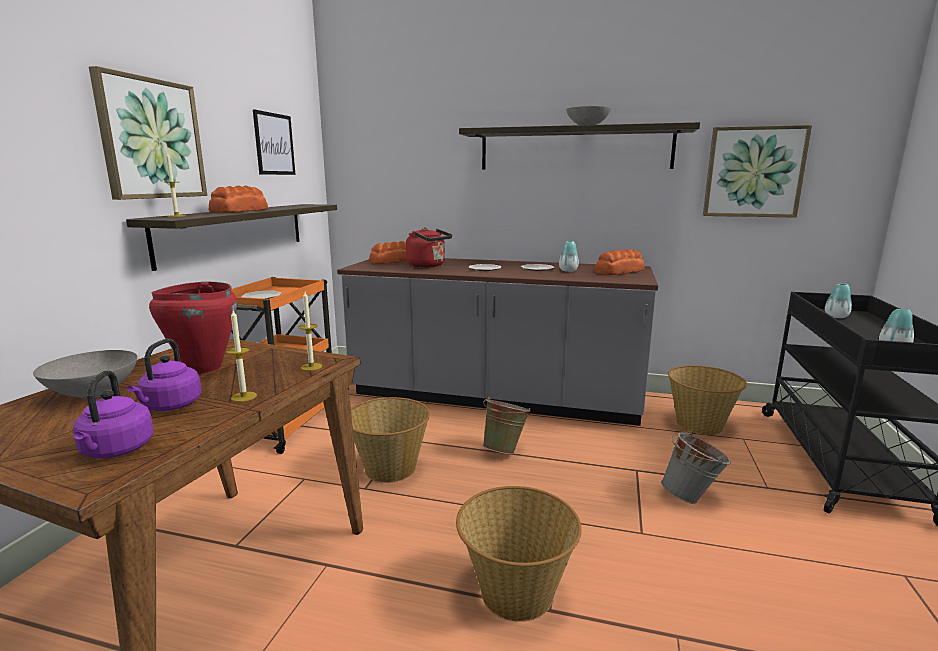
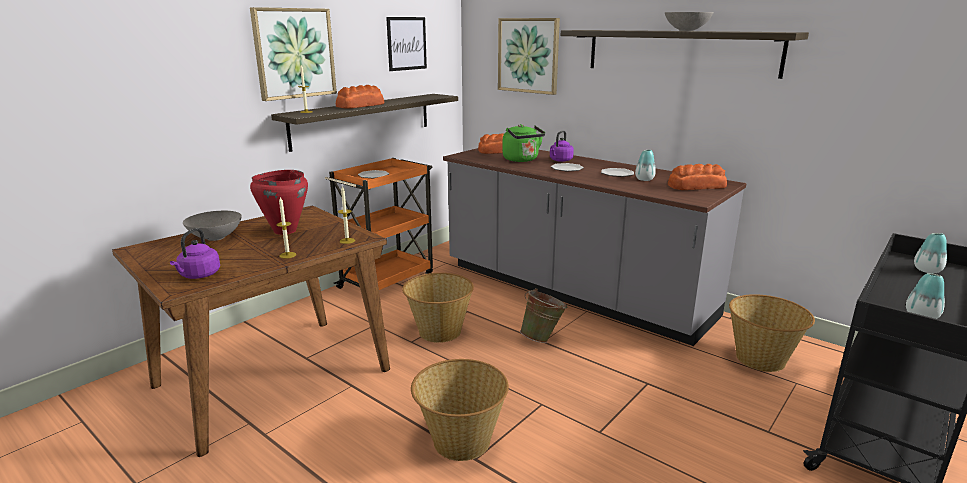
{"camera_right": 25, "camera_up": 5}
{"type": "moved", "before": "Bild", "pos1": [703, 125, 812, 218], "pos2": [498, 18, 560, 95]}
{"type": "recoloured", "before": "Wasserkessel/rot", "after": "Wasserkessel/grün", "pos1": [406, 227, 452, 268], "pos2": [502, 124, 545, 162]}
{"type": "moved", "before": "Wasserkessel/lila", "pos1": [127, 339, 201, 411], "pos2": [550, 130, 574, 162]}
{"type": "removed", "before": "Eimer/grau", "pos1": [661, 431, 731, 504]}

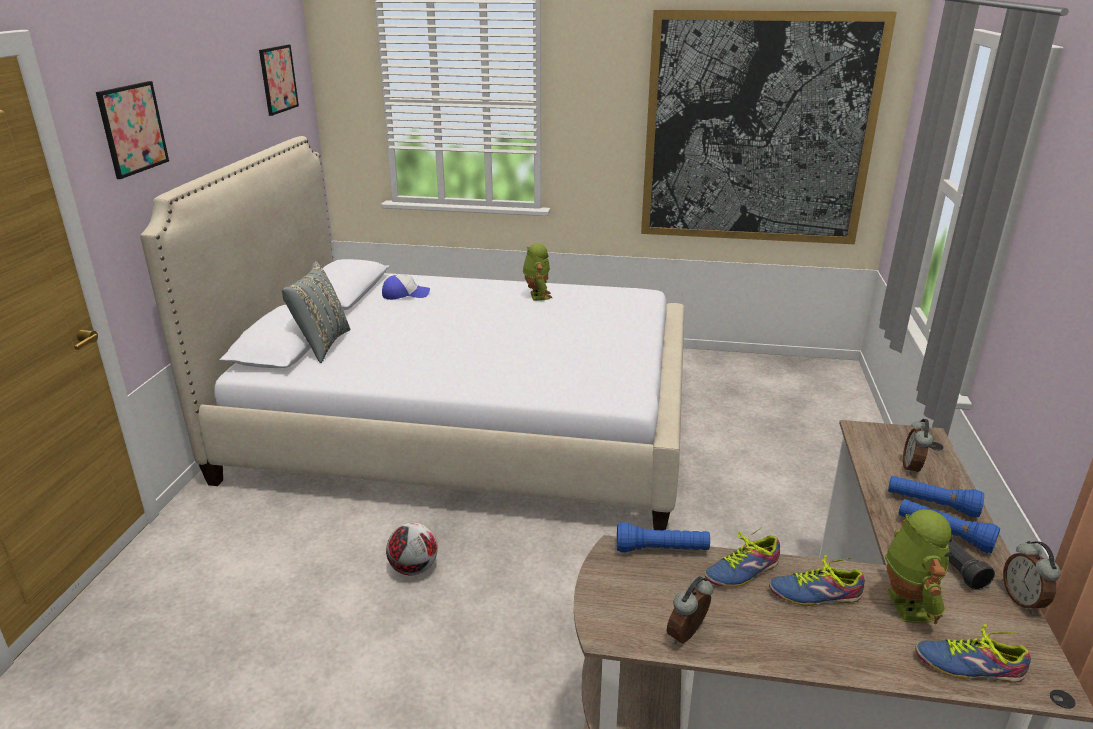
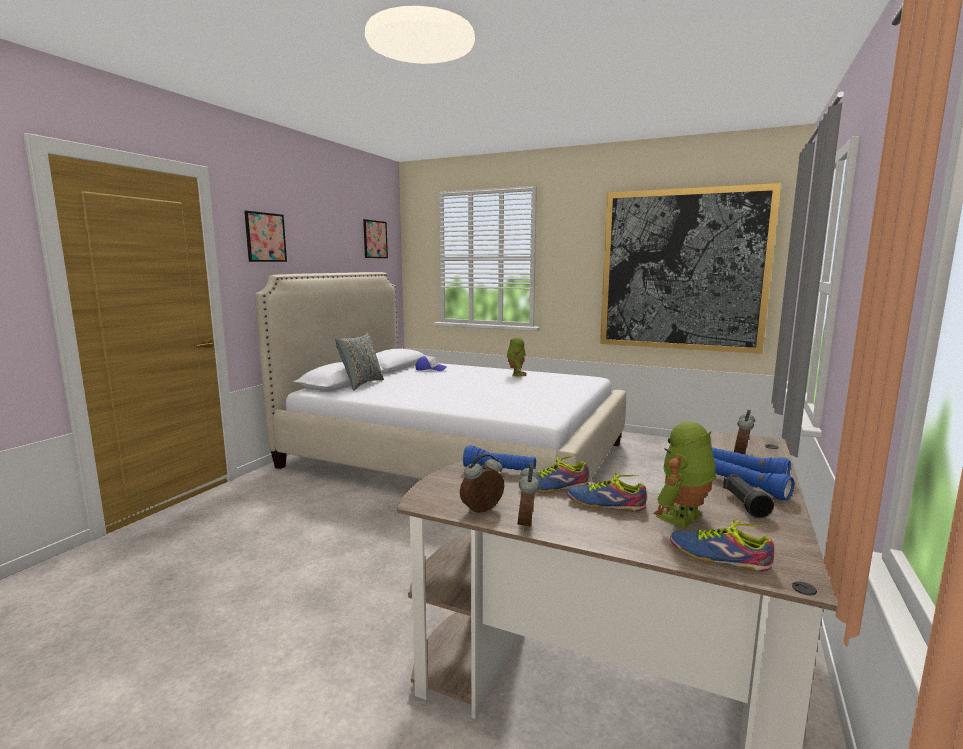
{"camera_right": 15, "camera_up": -15}
{"type": "turned", "before": "Spielzeugroboter", "pos1": [885, 509, 954, 624], "pos2": [653, 421, 716, 528], "turn": -150}
{"type": "removed", "before": "Fußball", "pos1": [386, 523, 438, 575]}
{"type": "moved", "before": "Wecker", "pos1": [1003, 541, 1061, 613], "pos2": [517, 463, 540, 531]}

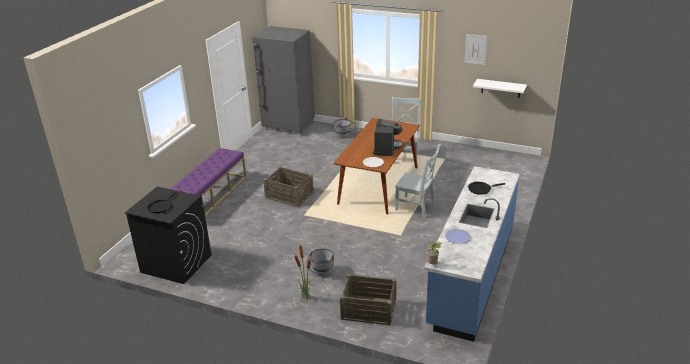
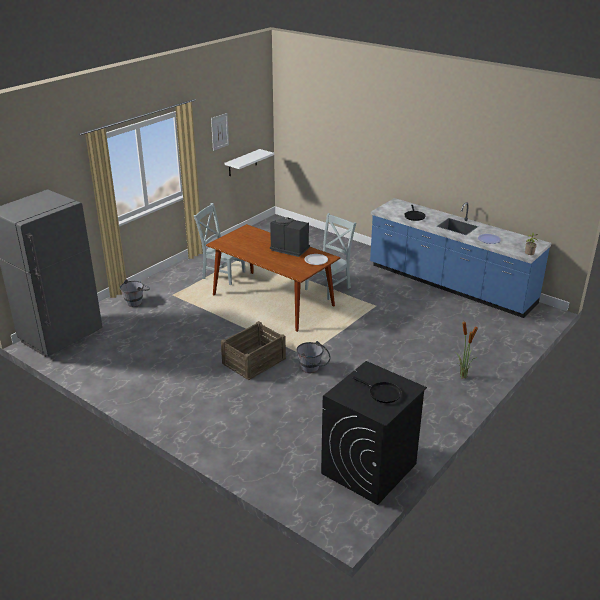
{"camera_right": -75, "camera_up": 0}
{"type": "removed", "before": "Bank/lila", "pos1": [170, 148, 247, 217]}
{"type": "moved", "before": "Eimer/grau", "pos1": [307, 248, 334, 277], "pos2": [296, 341, 330, 373]}
{"type": "removed", "before": "Kiste", "pos1": [340, 273, 397, 325]}

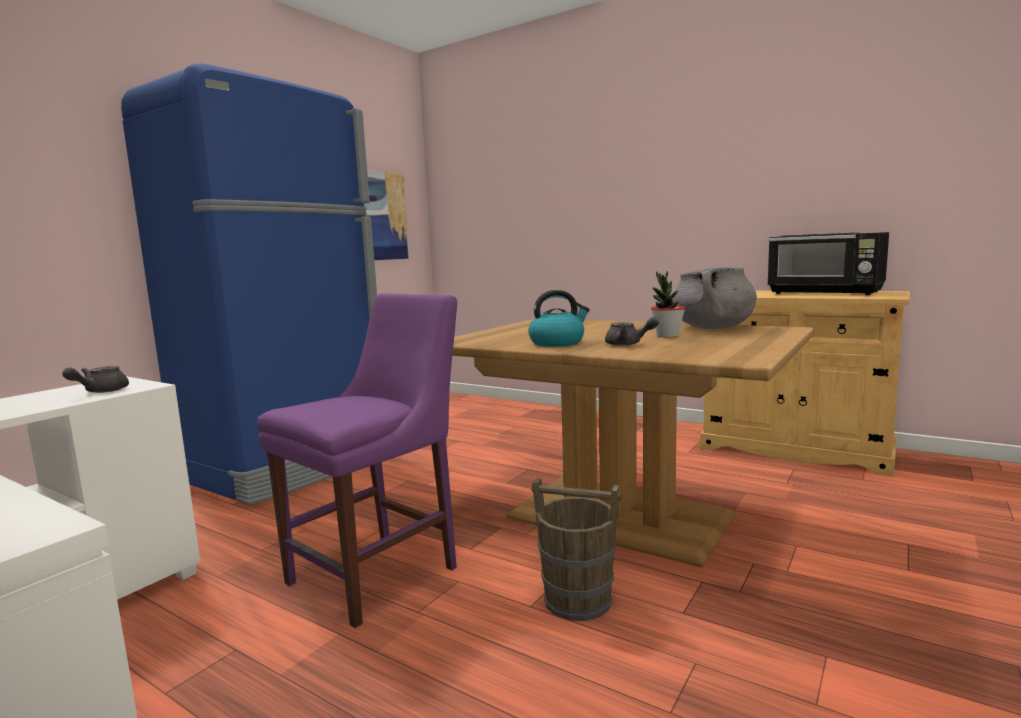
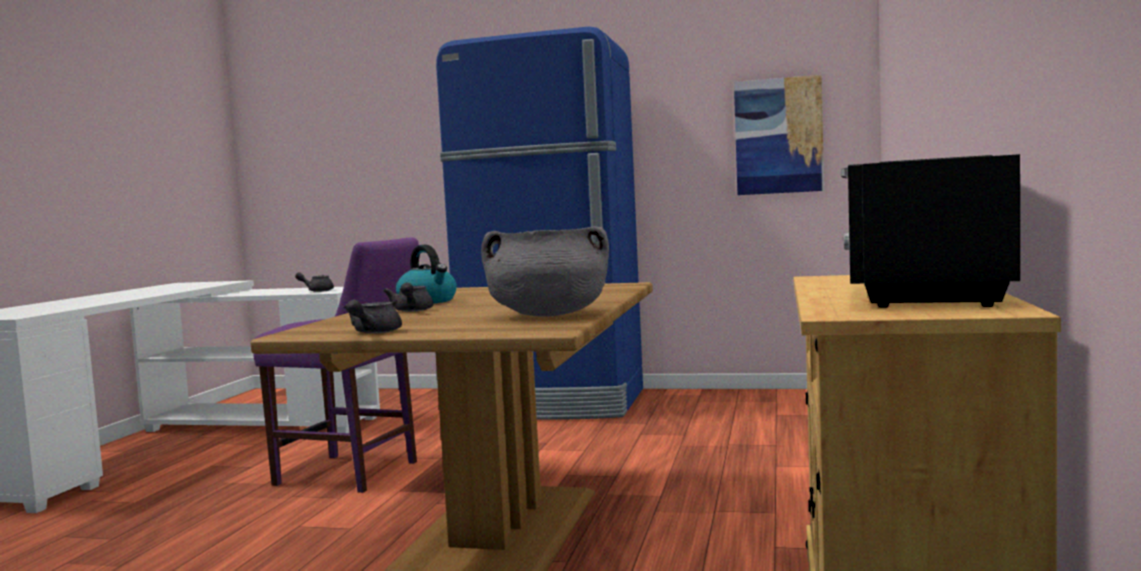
{"camera_right": 70, "camera_up": -5}
{"type": "removed", "before": "Topfpflanze", "pos1": [651, 271, 685, 337]}
{"type": "removed", "before": "Eimer/braun", "pos1": [531, 477, 621, 621]}
{"type": "added", "after": "Teekanne/grau", "pos2": [344, 299, 402, 334]}

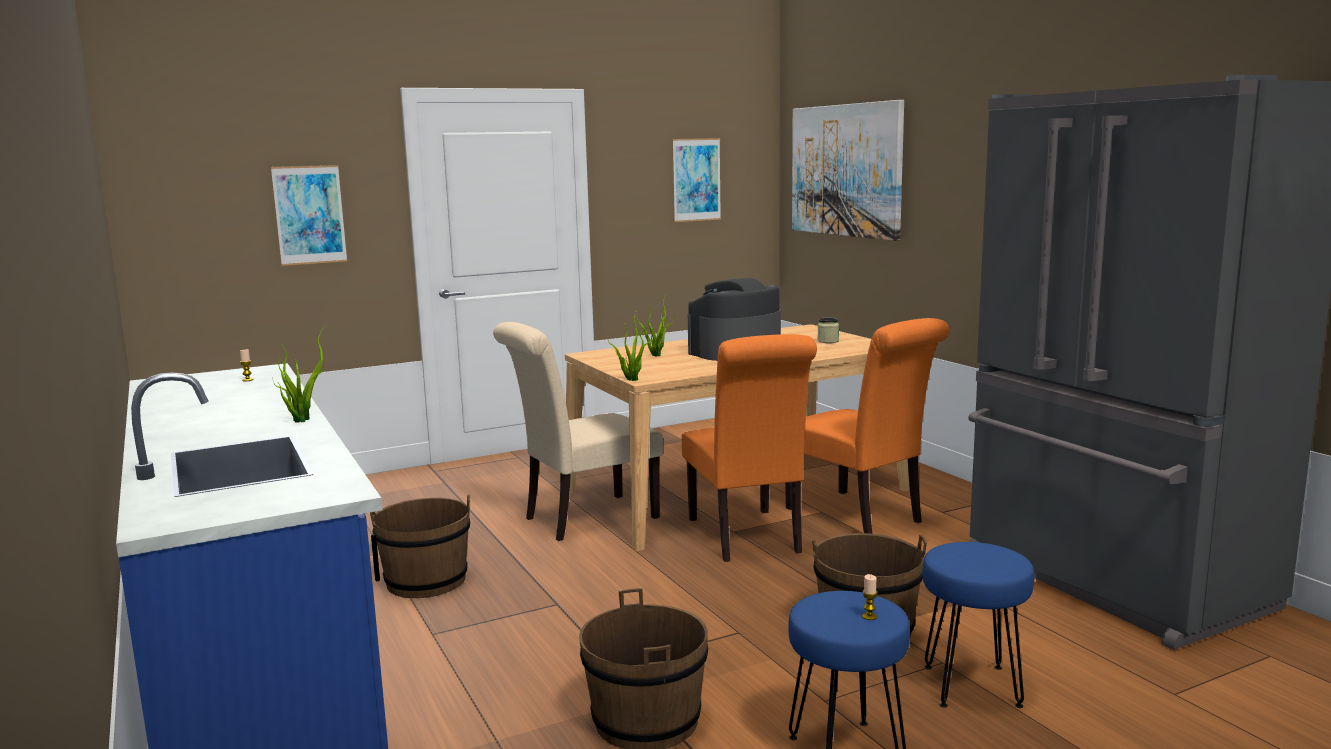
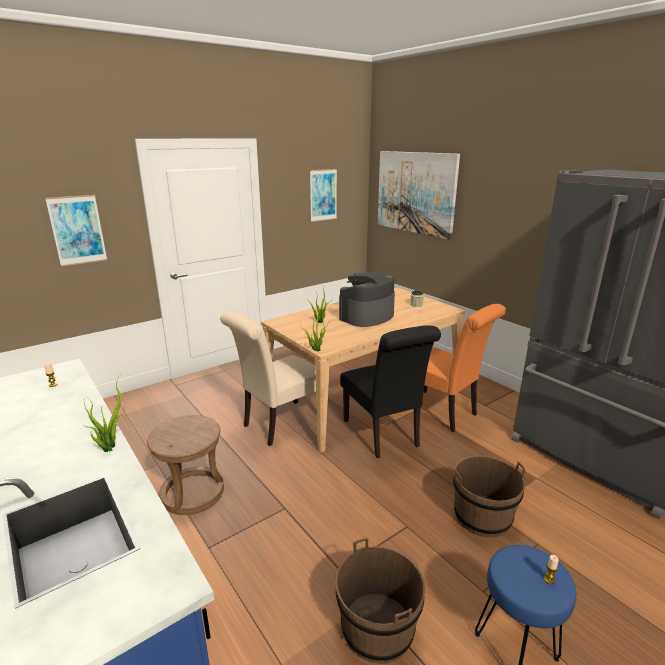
{"camera_right": -10, "camera_up": 10}
{"type": "recoloured", "before": "Stuhl/orange", "after": "Stuhl/schwarz", "pos1": [681, 334, 817, 562], "pos2": [340, 326, 441, 458]}
{"type": "replaced", "before": "Eimer/braun", "after": "Hocker/braun", "pos1": [370, 495, 470, 598], "pos2": [147, 415, 224, 515]}
{"type": "removed", "before": "Hocker/blau", "pos1": [923, 542, 1034, 708]}

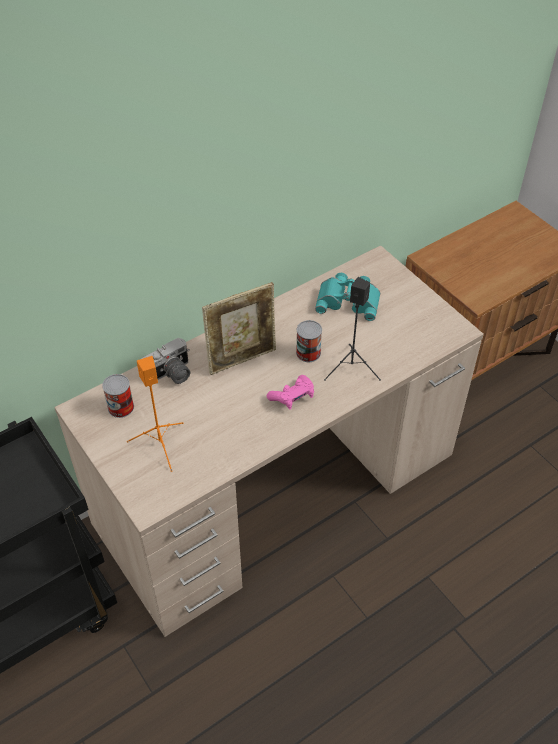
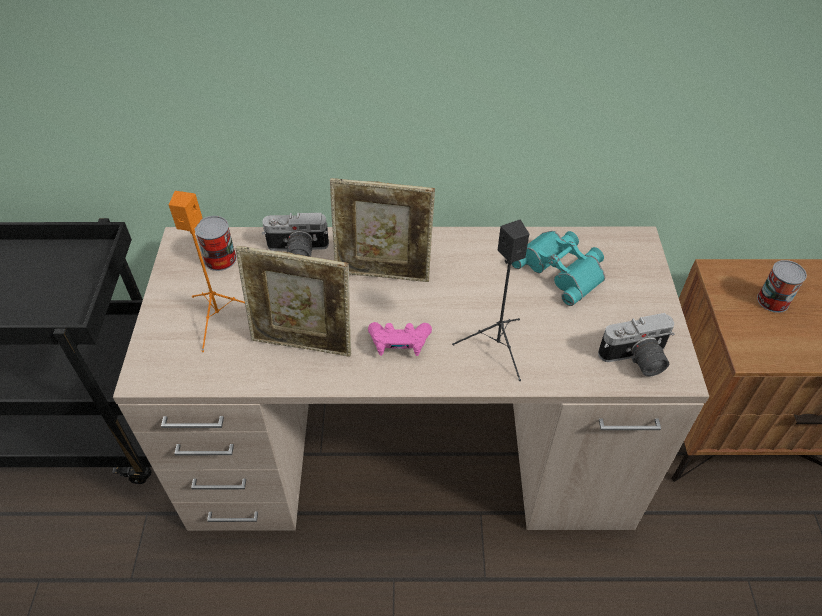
{"camera_right": 35, "camera_up": 0}
{"type": "moved", "before": "Dose", "pos1": [296, 320, 322, 362], "pos2": [757, 260, 807, 313]}
{"type": "added", "after": "Bilderrahmen", "pos2": [235, 246, 351, 356]}
{"type": "added", "after": "Kamera", "pos2": [598, 313, 675, 377]}

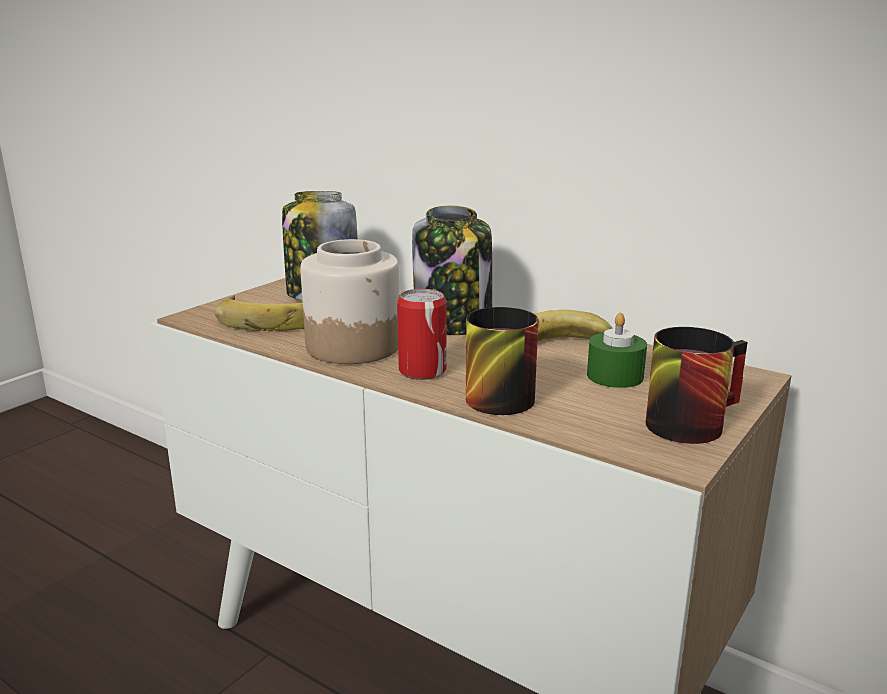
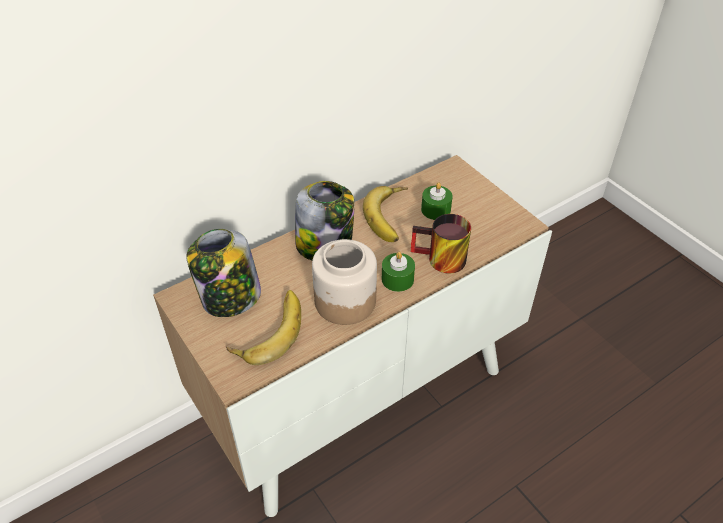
{"camera_right": -70, "camera_up": 25}
{"type": "replaced", "before": "Dose", "after": "Kerze/grün", "pos1": [397, 289, 446, 380], "pos2": [382, 252, 415, 292]}
{"type": "removed", "before": "Henkelbecher", "pos1": [646, 327, 748, 444]}

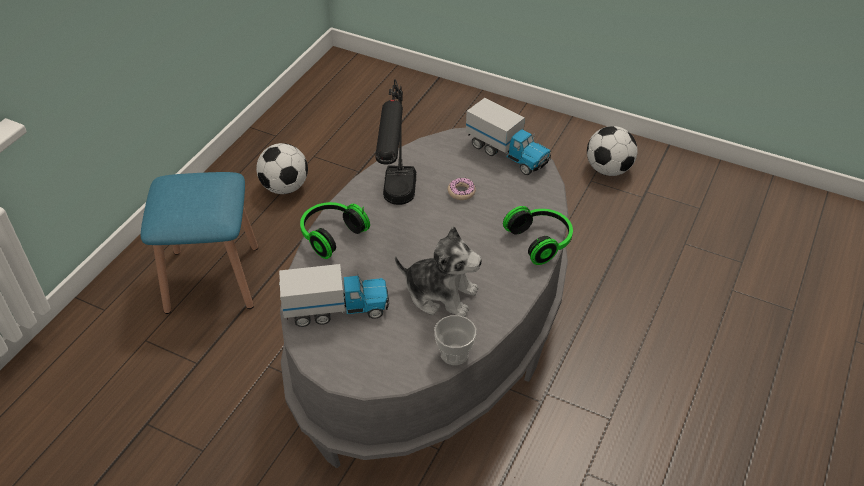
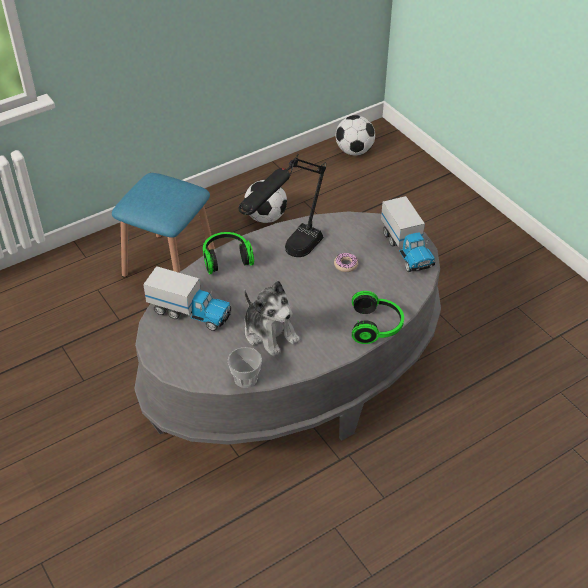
{"camera_right": 30, "camera_up": 0}
{"type": "moved", "before": "Fußball", "pos1": [587, 126, 638, 176], "pos2": [336, 115, 375, 155]}

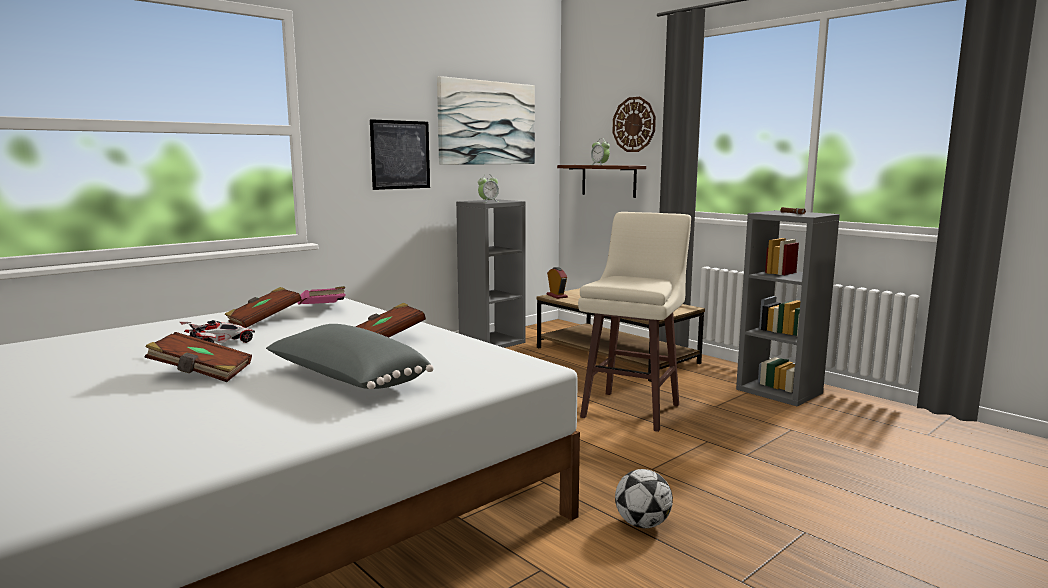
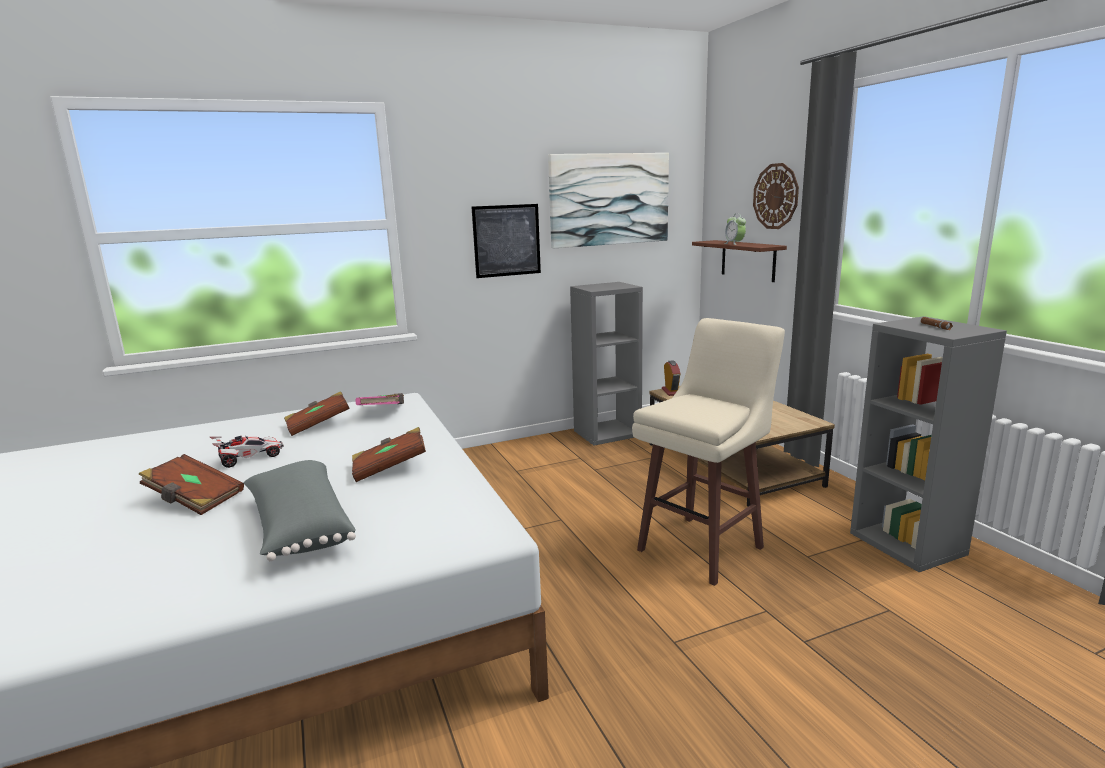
{"camera_right": 20, "camera_up": 5}
{"type": "removed", "before": "Wecker", "pos1": [478, 176, 499, 203]}
{"type": "removed", "before": "Fußball", "pos1": [615, 469, 673, 528]}

